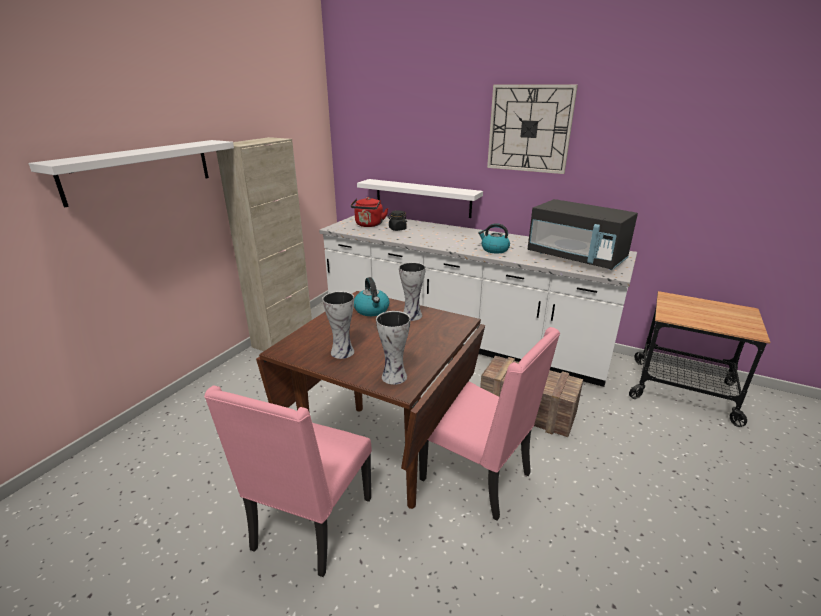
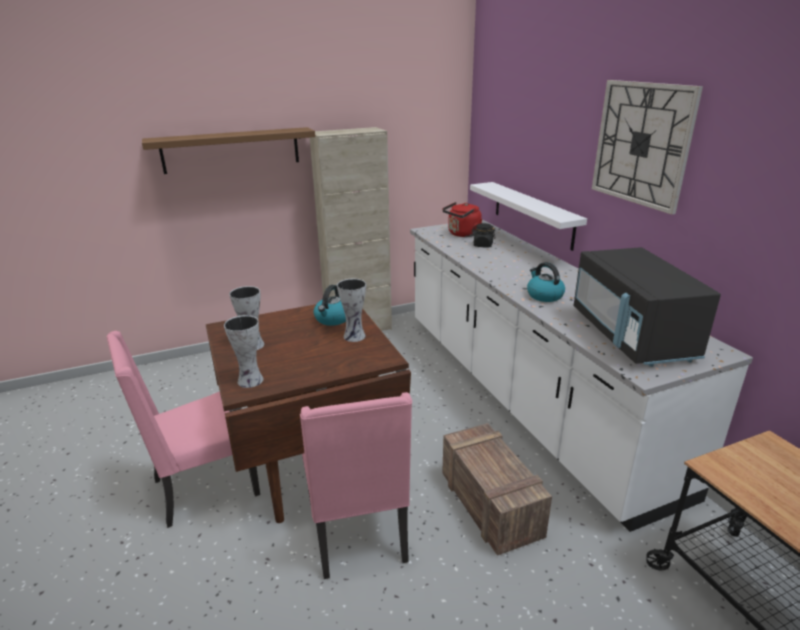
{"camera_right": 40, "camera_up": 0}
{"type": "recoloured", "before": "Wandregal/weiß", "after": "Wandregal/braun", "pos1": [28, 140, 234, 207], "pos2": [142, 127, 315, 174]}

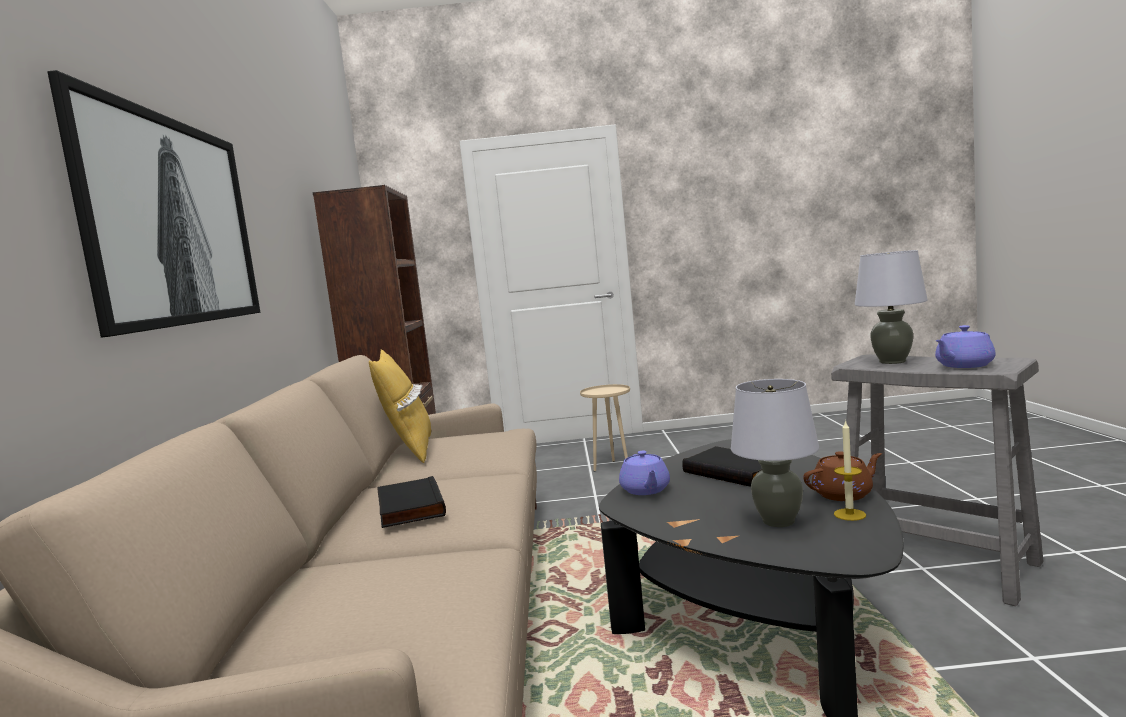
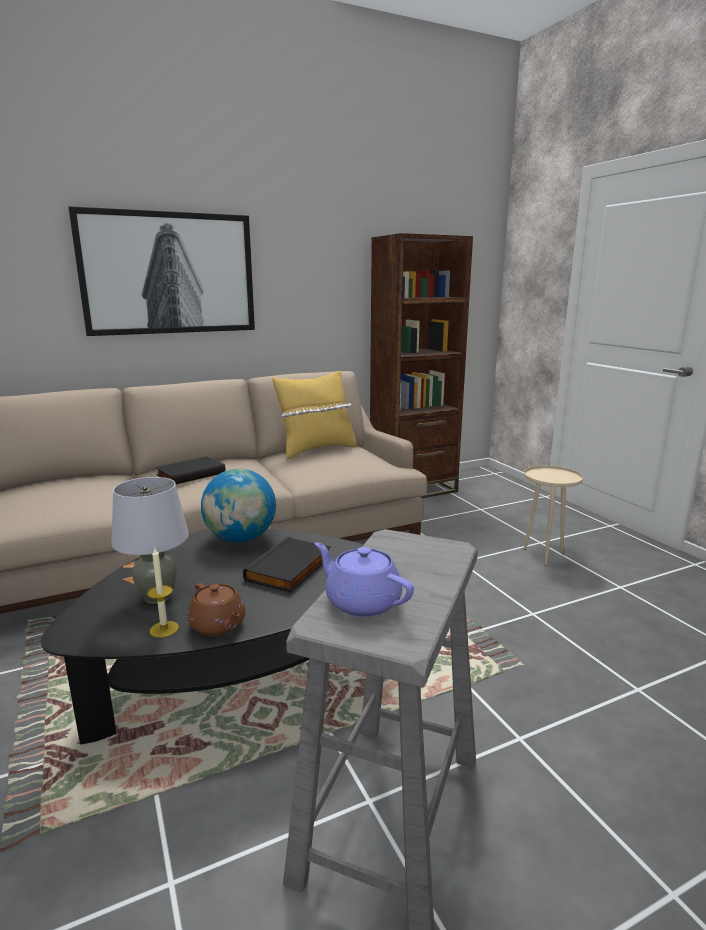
{"camera_right": 65, "camera_up": 10}
{"type": "removed", "before": "Tischlampe/grau", "pos1": [855, 250, 928, 364]}
{"type": "replaced", "before": "Teekanne/lila", "after": "Globus", "pos1": [619, 451, 670, 495], "pos2": [201, 469, 276, 543]}

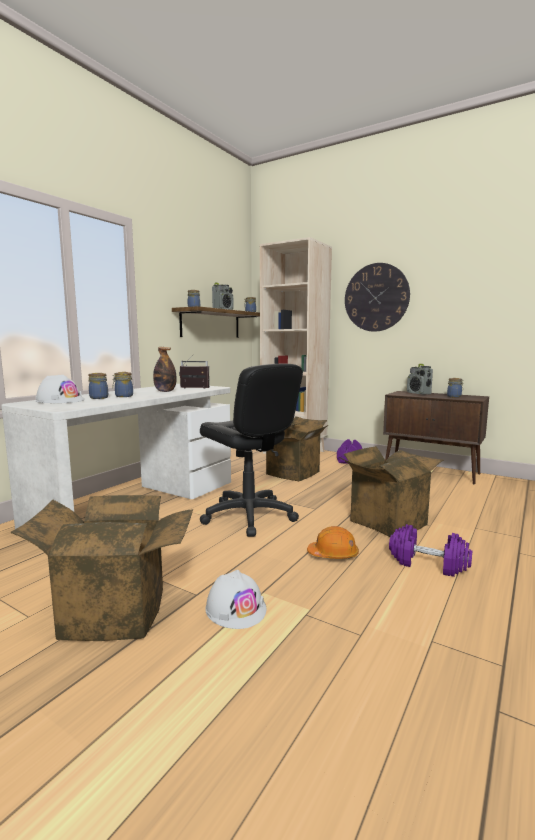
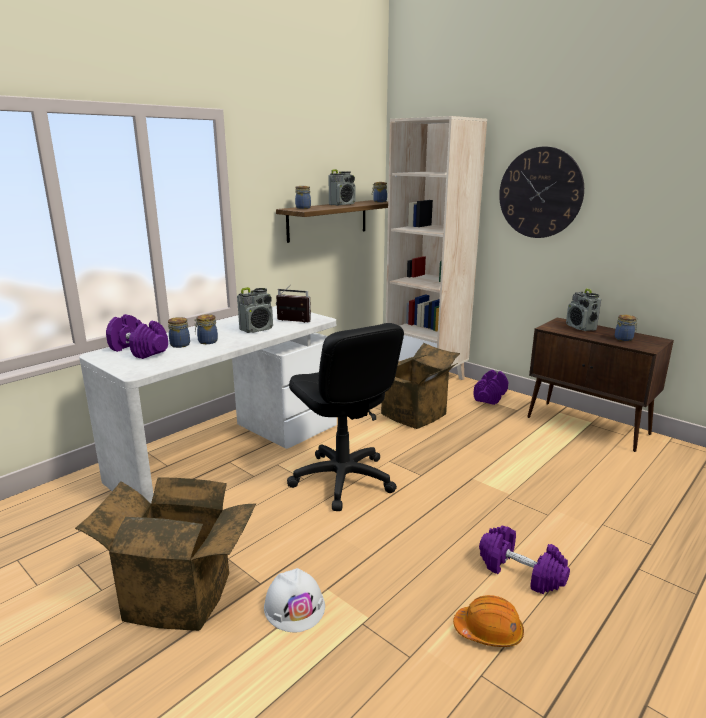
{"camera_right": 10, "camera_up": 10}
{"type": "replaced", "before": "Flasche", "after": "Radio", "pos1": [153, 347, 177, 392], "pos2": [237, 287, 273, 333]}
{"type": "replaced", "before": "Schutzhelm/weiß", "after": "Hantel/lila", "pos1": [36, 375, 85, 403], "pos2": [106, 314, 168, 359]}
{"type": "removed", "before": "Karton", "pos1": [339, 446, 444, 537]}
{"type": "moved", "before": "Schutzhelm/orange", "pos1": [307, 526, 359, 559], "pos2": [453, 595, 524, 647]}

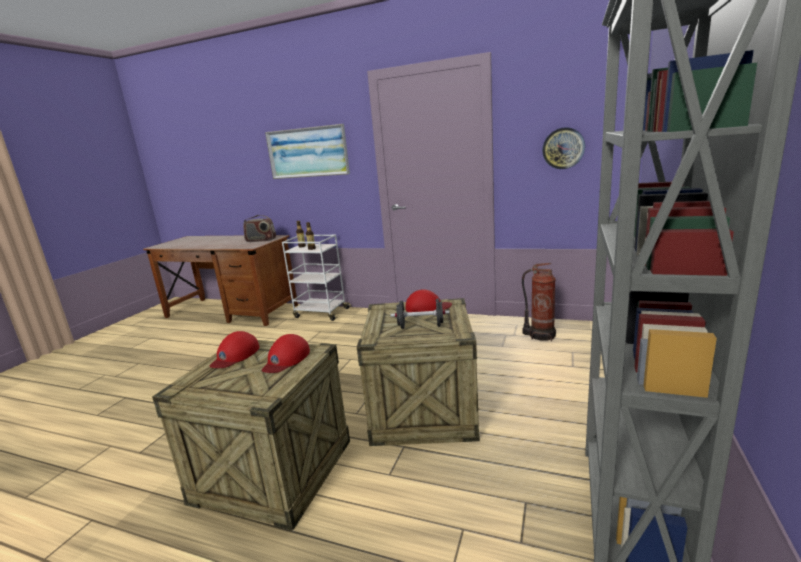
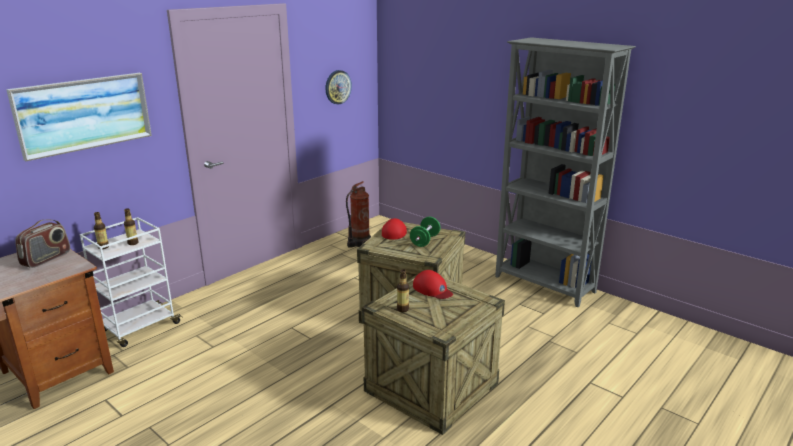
{"camera_right": -70, "camera_up": 5}
{"type": "recoloured", "before": "Hantel/schwarz", "after": "Hantel/grün", "pos1": [391, 299, 450, 329], "pos2": [410, 217, 441, 247]}
{"type": "replaced", "before": "Kappe/rot", "after": "Flasche", "pos1": [209, 331, 259, 368], "pos2": [397, 269, 409, 312]}

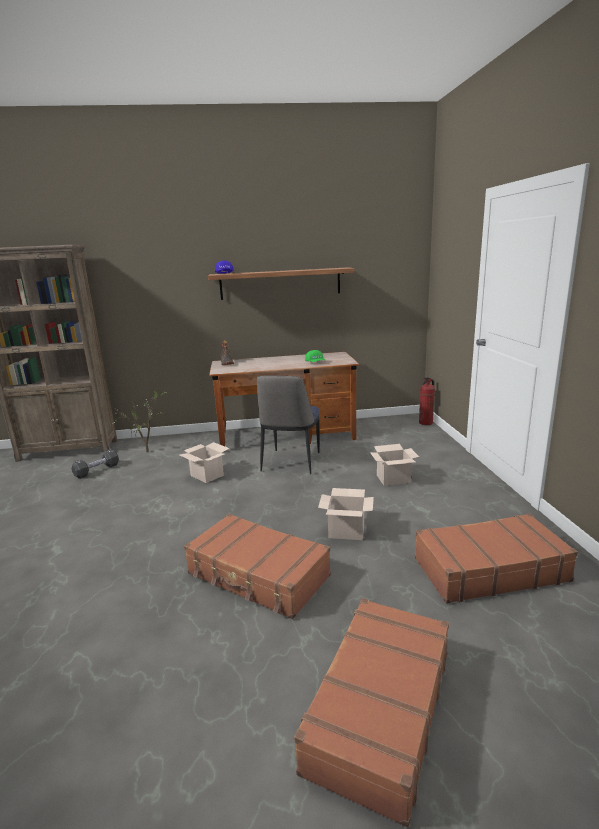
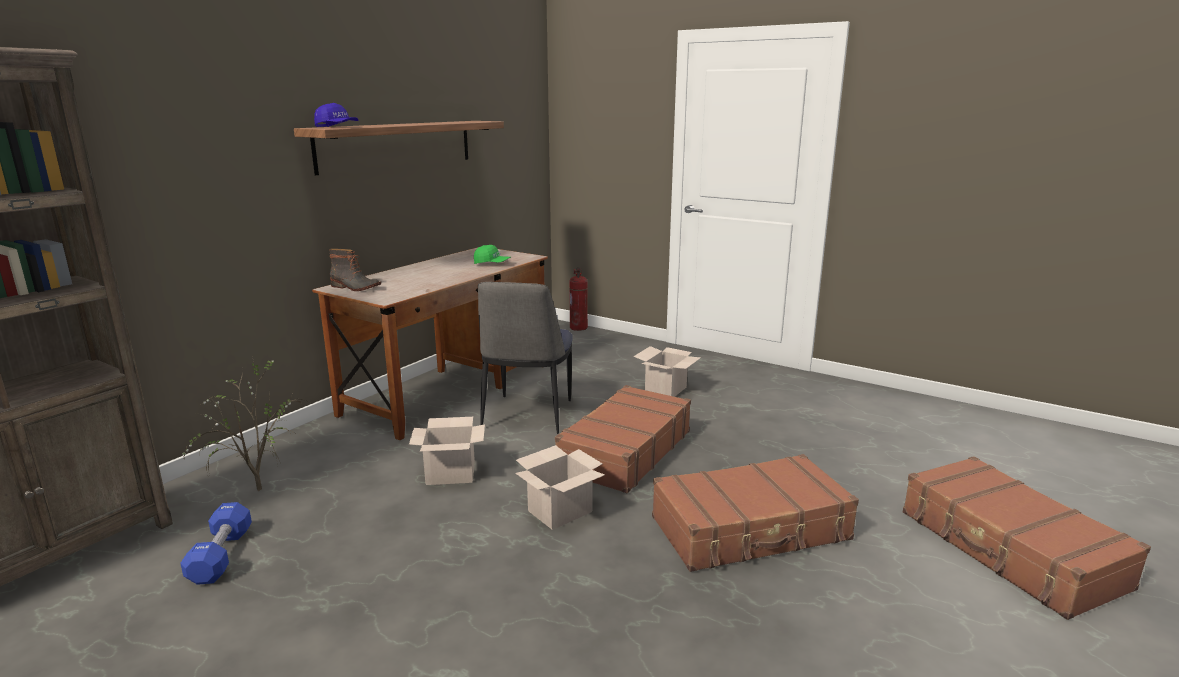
{"camera_right": -50, "camera_up": 0}
{"type": "turned", "before": "Stuhl", "pos1": [257, 376, 320, 474], "pos2": [478, 282, 573, 434], "turn": 45}
{"type": "recoloured", "before": "Hantel/schwarz", "after": "Hantel/blau", "pos1": [71, 449, 119, 479], "pos2": [180, 502, 252, 585]}
{"type": "moved", "before": "Karton", "pos1": [318, 488, 374, 540], "pos2": [515, 445, 605, 530]}
{"type": "moved", "before": "Koffer/braun", "pos1": [415, 513, 578, 604], "pos2": [555, 385, 691, 493]}

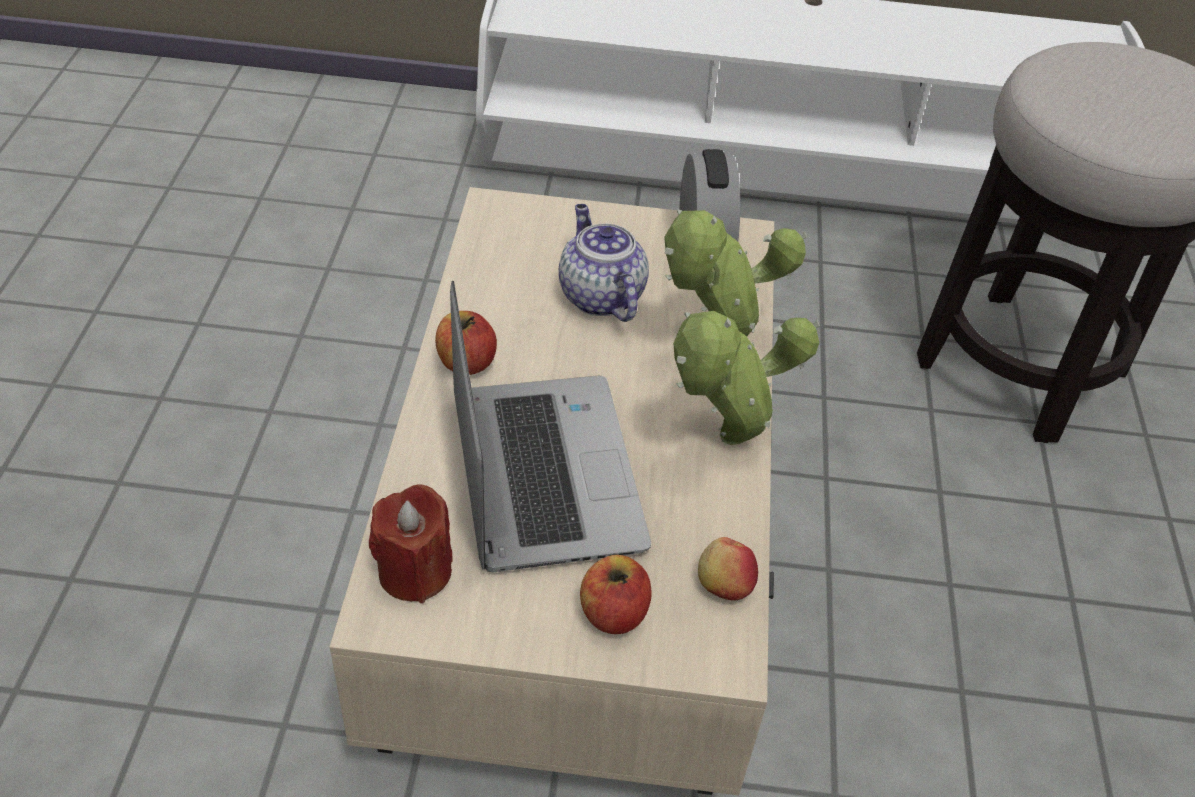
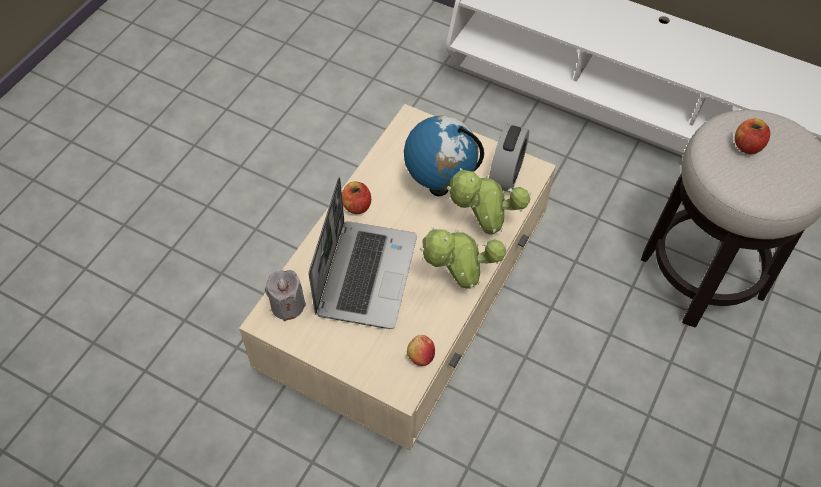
{"camera_right": 25, "camera_up": 10}
{"type": "replaced", "before": "Teekanne", "after": "Globus", "pos1": [559, 204, 649, 322], "pos2": [404, 116, 484, 196]}
{"type": "recoloured", "before": "Kerze/rot", "after": "Kerze/grau", "pos1": [369, 484, 453, 603], "pos2": [265, 270, 306, 321]}
{"type": "moved", "before": "Apfel", "pos1": [580, 555, 652, 634], "pos2": [735, 119, 770, 154]}

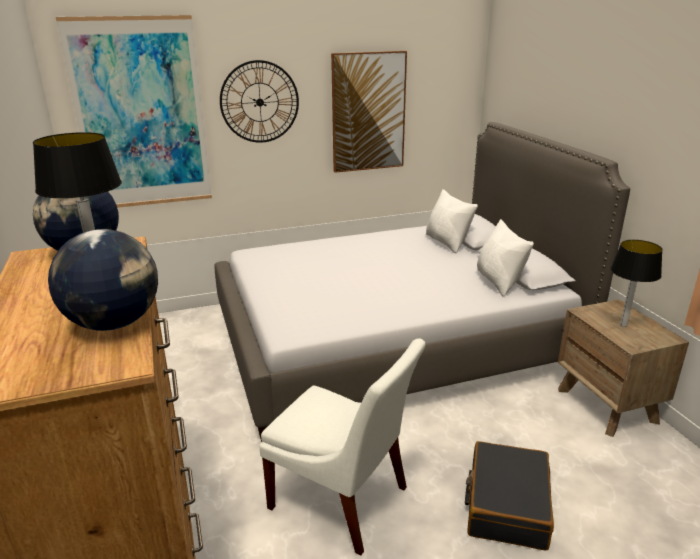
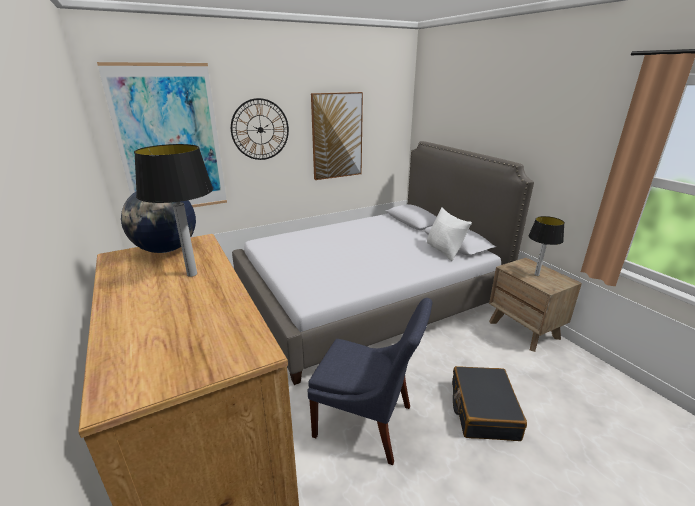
{"camera_right": -10, "camera_up": 0}
{"type": "removed", "before": "Kissen/weiß", "pos1": [426, 189, 478, 253]}
{"type": "removed", "before": "Globus", "pos1": [48, 229, 158, 331]}
{"type": "recoloured", "before": "Stuhl/weiß", "after": "Stuhl/blau", "pos1": [259, 338, 426, 555], "pos2": [307, 298, 432, 465]}

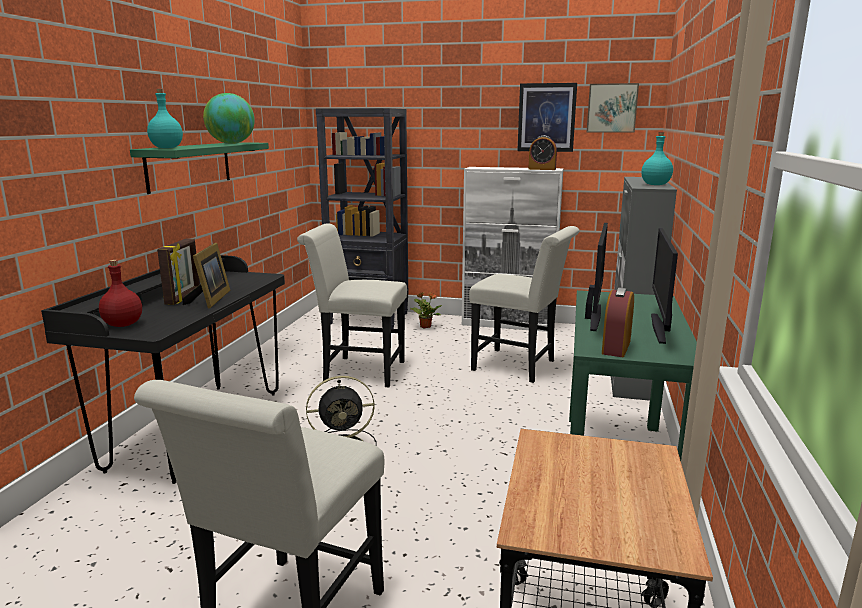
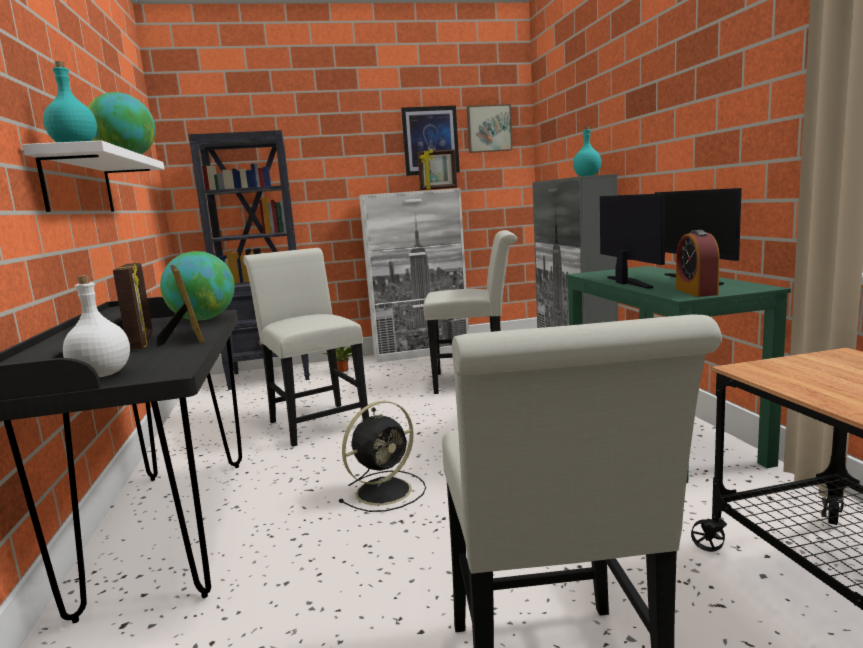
{"camera_right": -25, "camera_up": -5}
{"type": "replaced", "before": "Wecker", "after": "Bilderrahmen", "pos1": [528, 136, 557, 170], "pos2": [417, 149, 457, 190]}
{"type": "recoloured", "before": "Wandregal/grün", "after": "Wandregal/weiß", "pos1": [130, 142, 269, 194], "pos2": [23, 140, 164, 212]}
{"type": "turned", "before": "Stuhl/weiß", "pos1": [297, 223, 407, 387], "pos2": [243, 248, 369, 447], "turn": 75}
{"type": "recoloured", "before": "Flasche/rot", "after": "Flasche/weiß", "pos1": [99, 260, 142, 327], "pos2": [63, 275, 130, 377]}
{"type": "added", "after": "Globus", "pos2": [160, 251, 235, 320]}

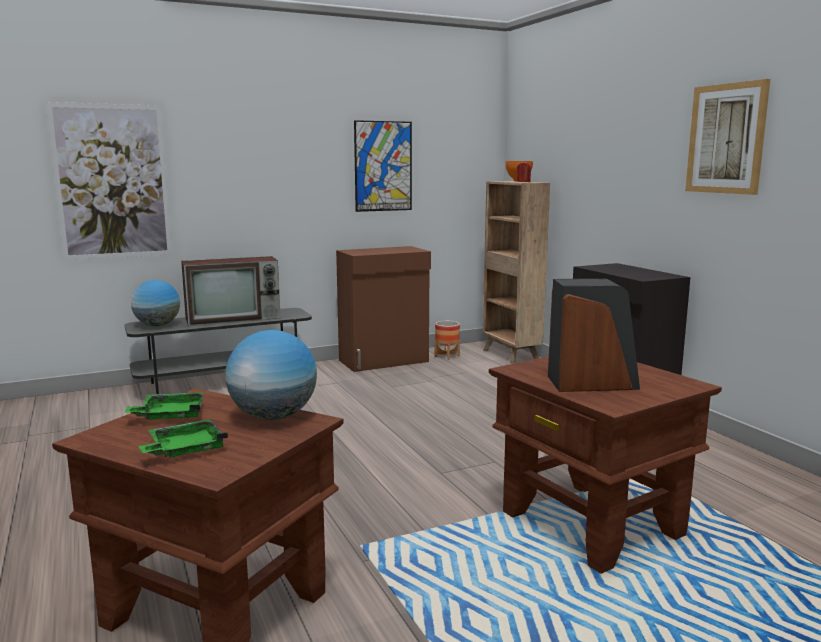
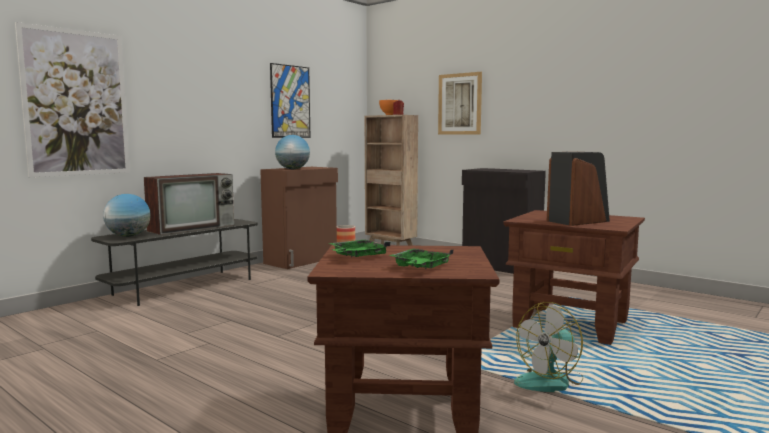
{"camera_right": -25, "camera_up": -5}
{"type": "moved", "before": "Bild", "pos1": [685, 79, 770, 195], "pos2": [438, 72, 482, 135]}
{"type": "moved", "before": "Globus", "pos1": [225, 330, 317, 420], "pos2": [275, 135, 310, 169]}
{"type": "added", "after": "Ventilator", "pos2": [514, 302, 583, 392]}

